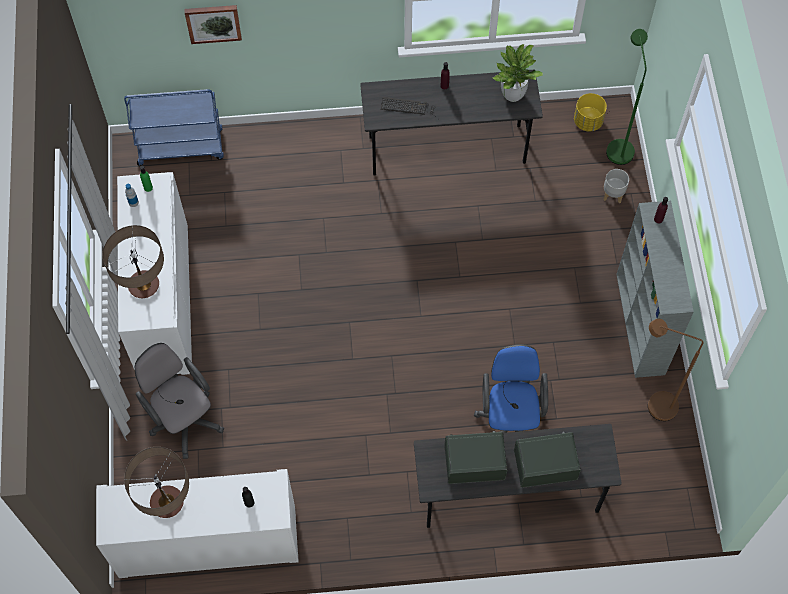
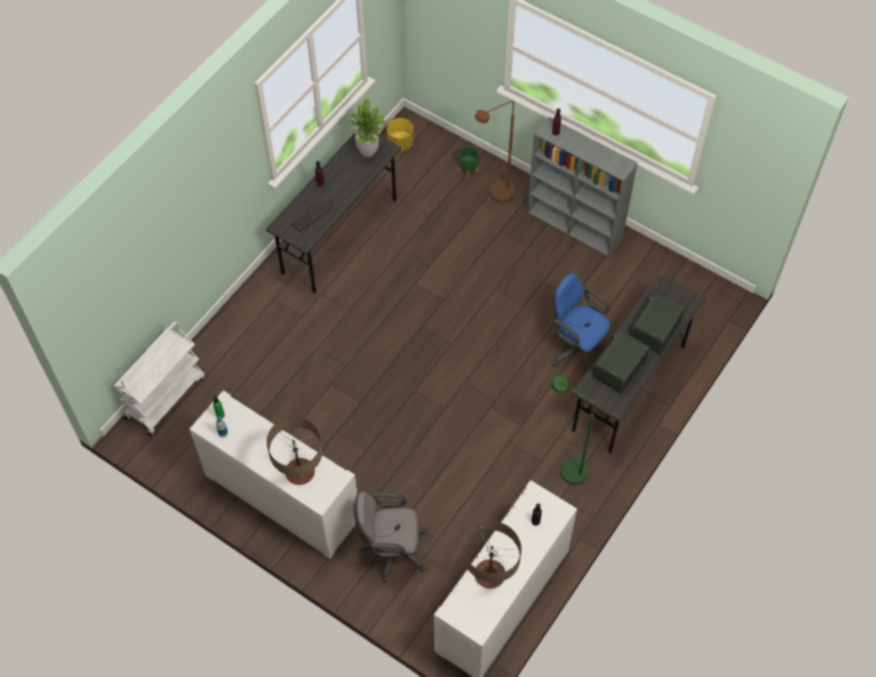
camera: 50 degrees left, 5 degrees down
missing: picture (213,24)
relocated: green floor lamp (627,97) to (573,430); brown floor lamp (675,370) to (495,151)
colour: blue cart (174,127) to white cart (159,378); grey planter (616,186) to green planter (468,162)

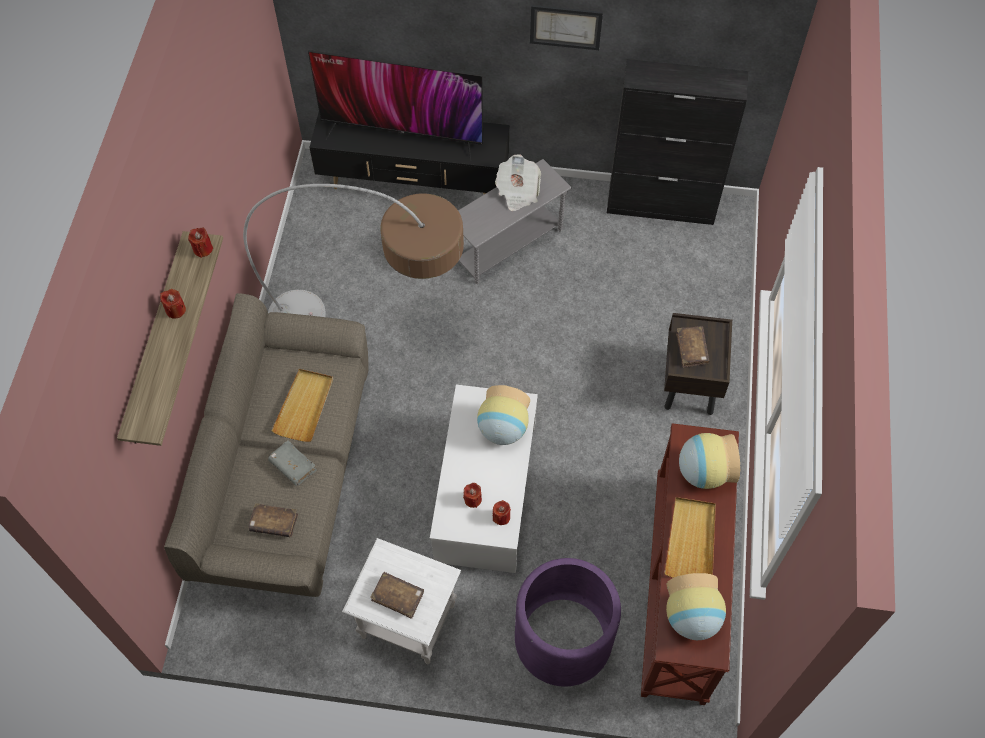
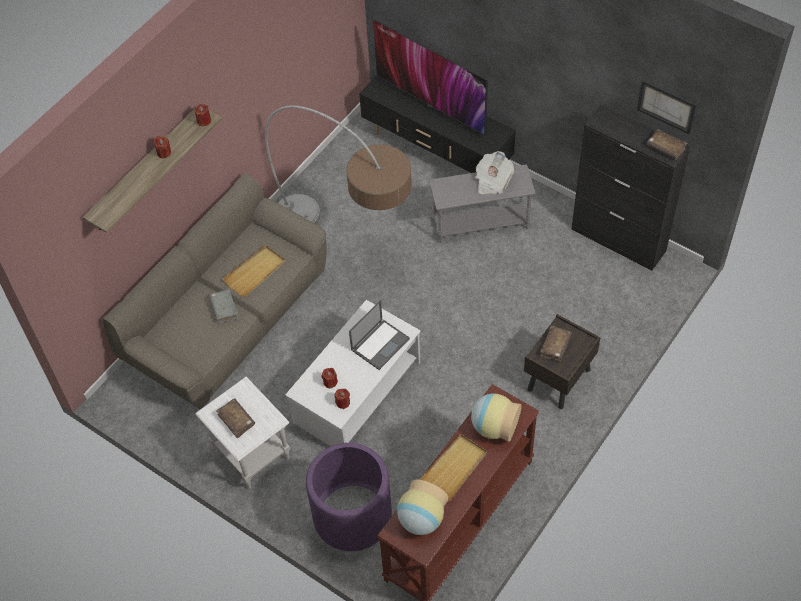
camera: 30 degrees right, 5 degrees down
relocated: brown book (273,520) to (667,144); picture (566,27) to (667,107)
exchanged: vase (503,415) to laptop (379,335)

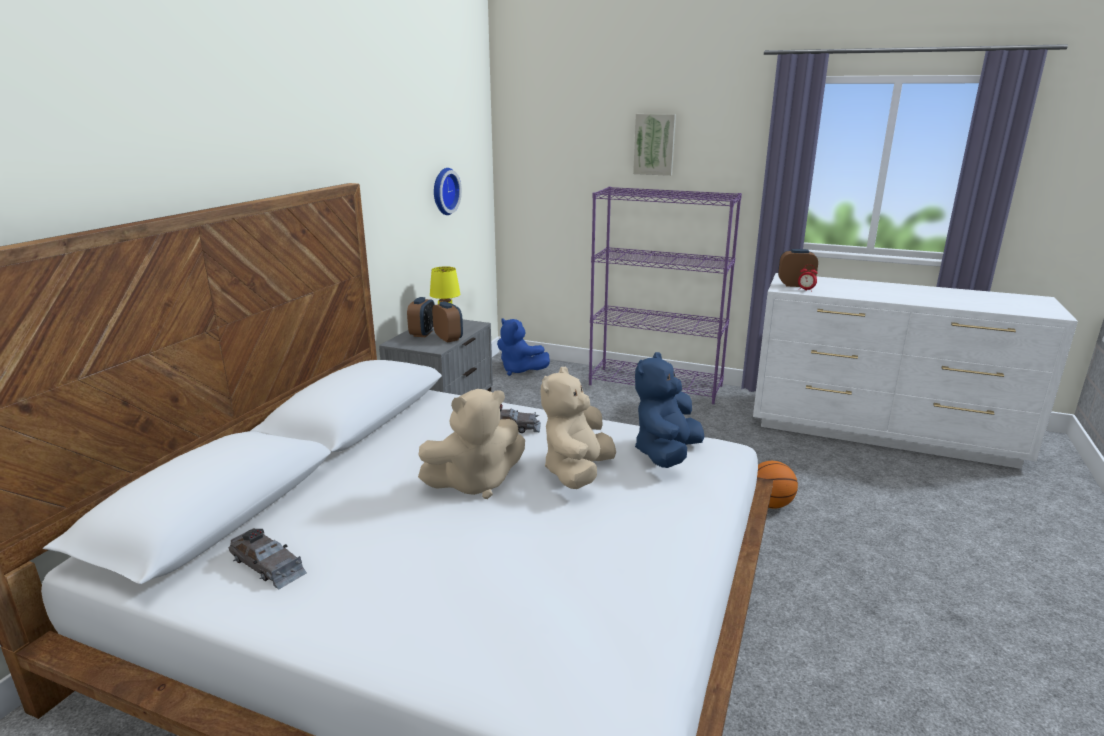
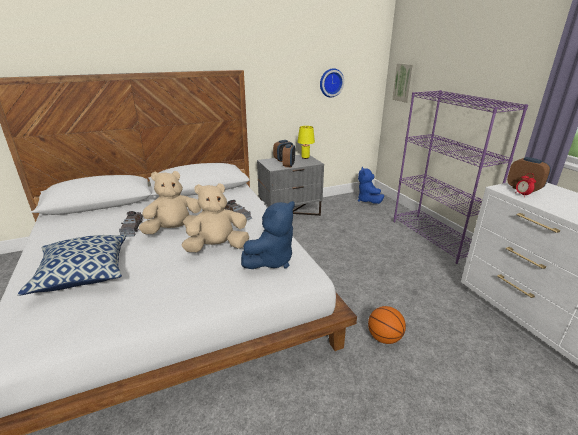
camera: 45 degrees right, 5 degrees up
appeared: pillow (72,265)
relocated: grey toy car (268,559) to (131,224); picture (654,145) to (403,83)
spun: beige plush toy (471,444) = (170,202) 135 degrees clockwise; blue plush toy (669,410) = (268,235) 150 degrees clockwise

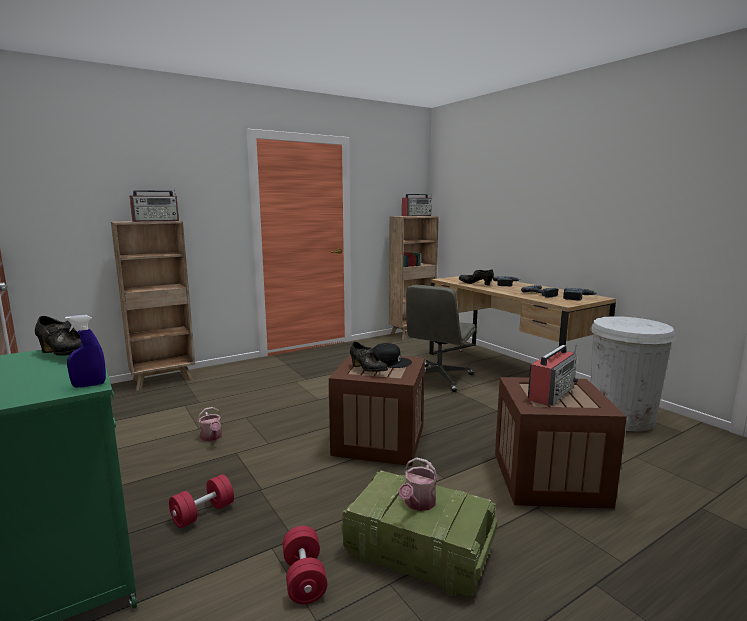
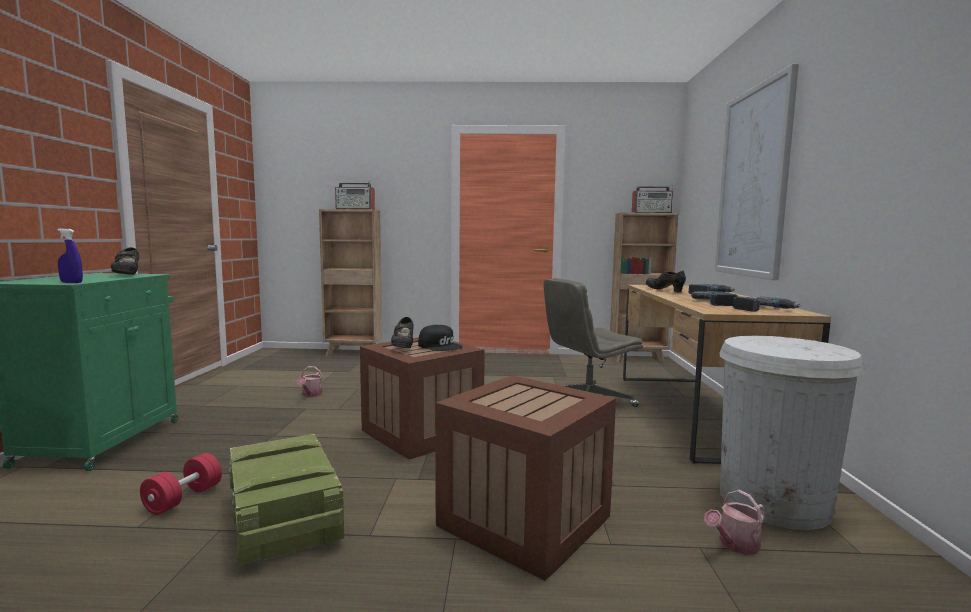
camera: 35 degrees right, 5 degrees down
missing: red dumbbell (201,501); radio (553,375)
appeared: picture (757,172)
relocated: watering can (418,484) to (735,522)

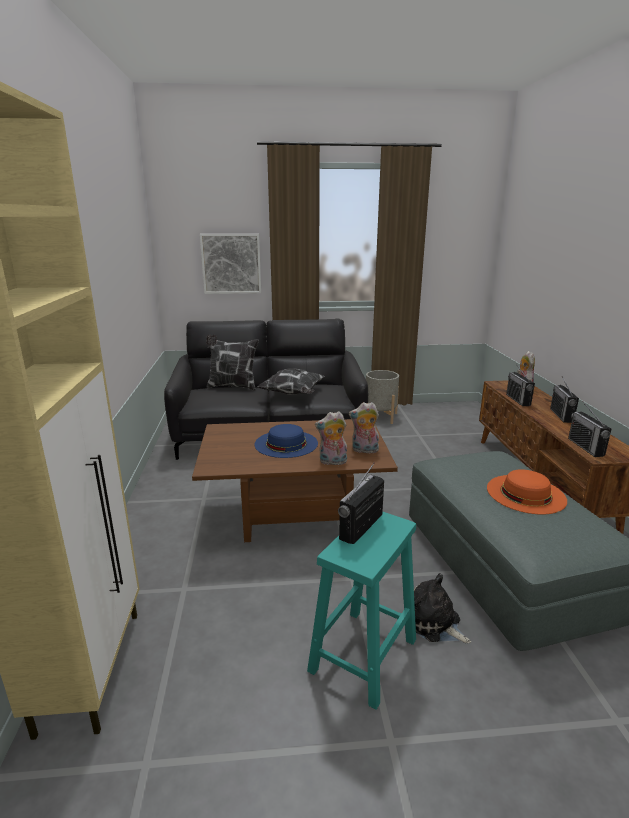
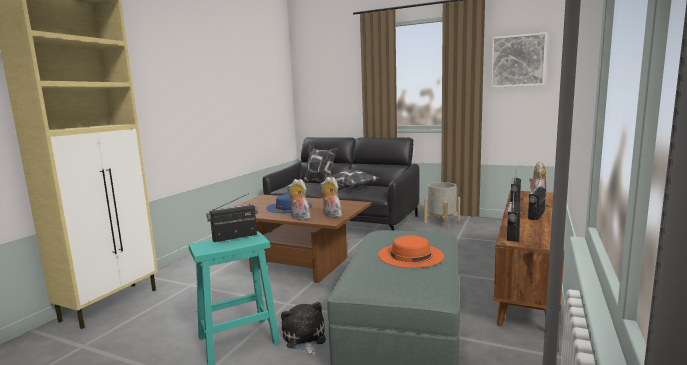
camera: 30 degrees right, 10 degrees down
relocated: picture (230,264) to (519,60)

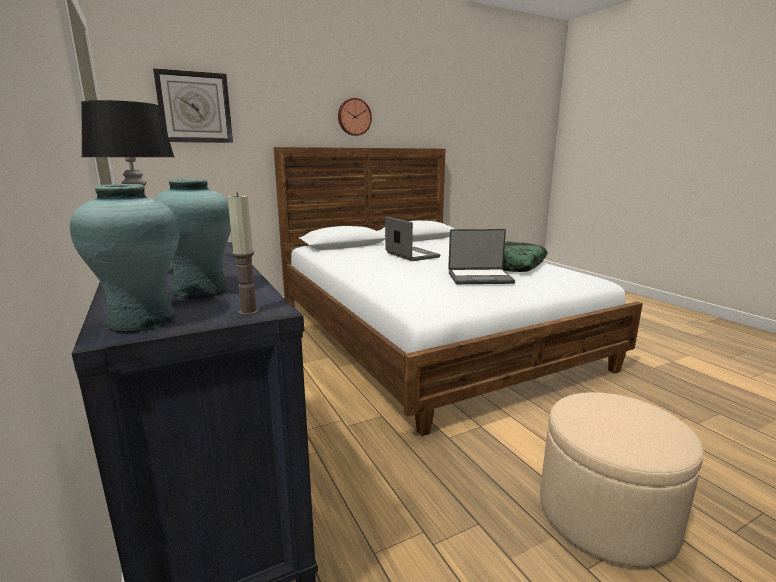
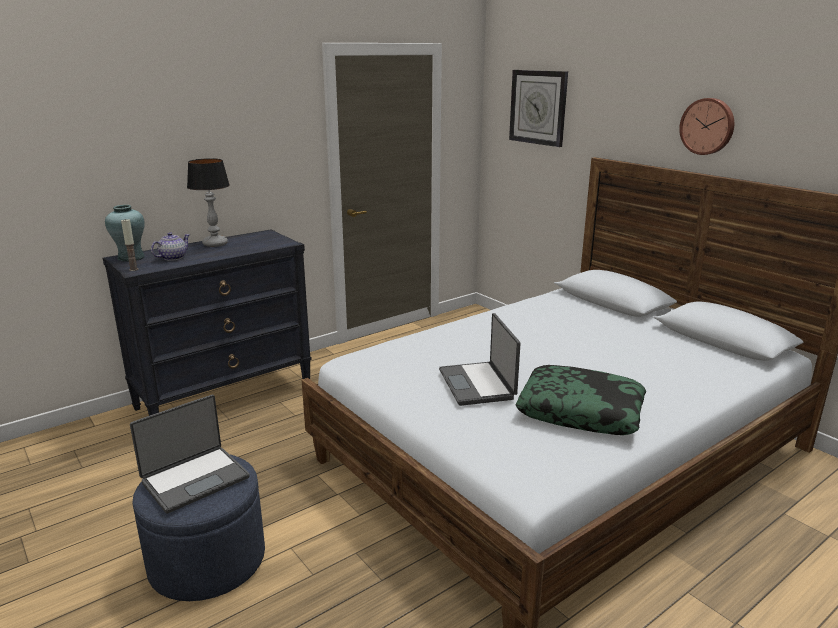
camera: 80 degrees right, 5 degrees up
relocated: laptop (412,239) to (190,454)
exchanged: turquoise vase (192,239) to teapot (170,246)
colour: beige ottoman (622,479) to blue ottoman (198,527)

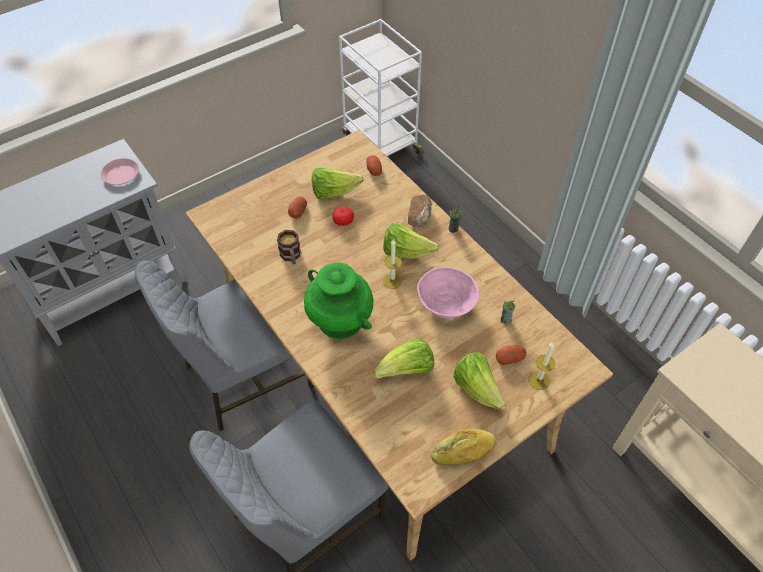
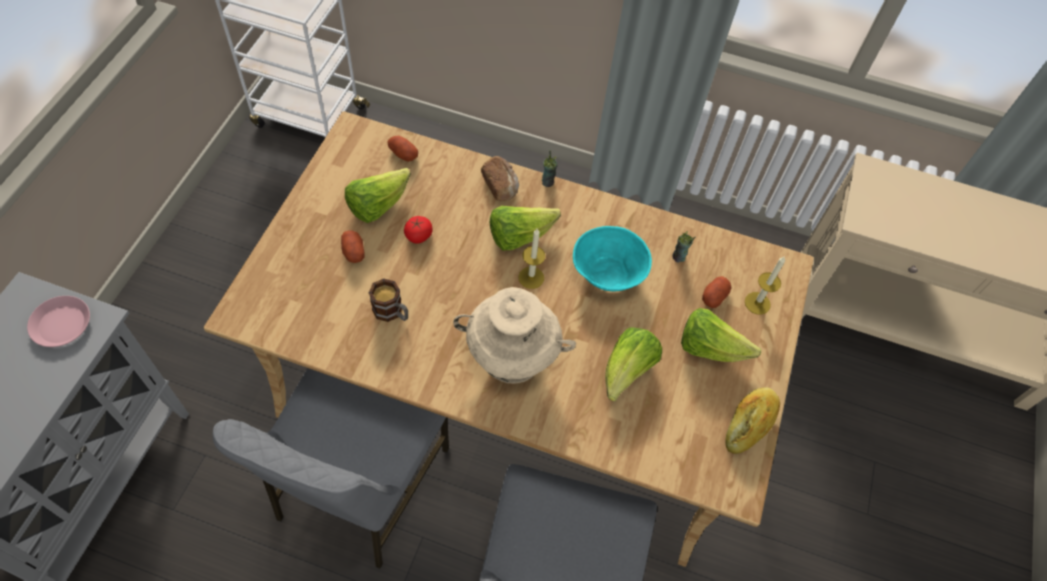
camera: 40 degrees left, 5 degrees up
colour: green vase (338,300) to beige vase (514,335); pink bowl (448,292) to turquoise bowl (612,258)

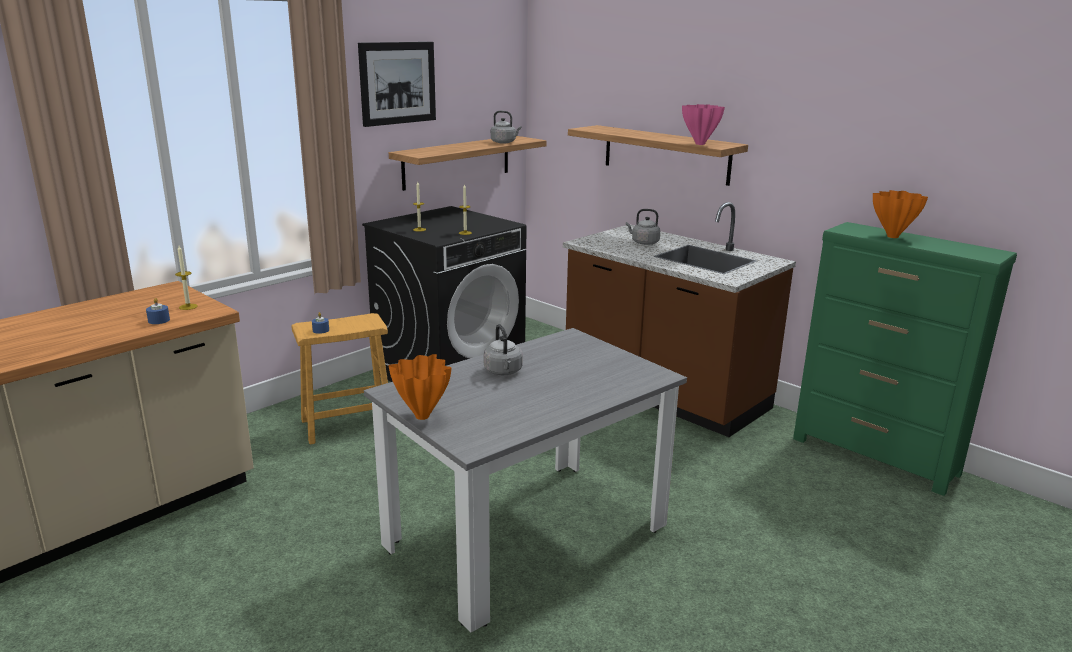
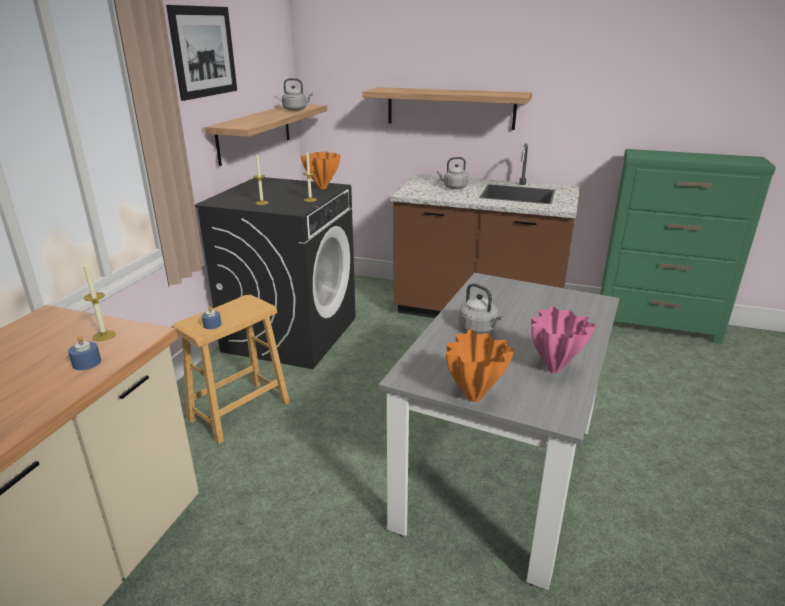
camera: 25 degrees left, 5 degrees up
relocated: pink vase (703,124) to (563,339); orange vase (900,214) to (321,170)

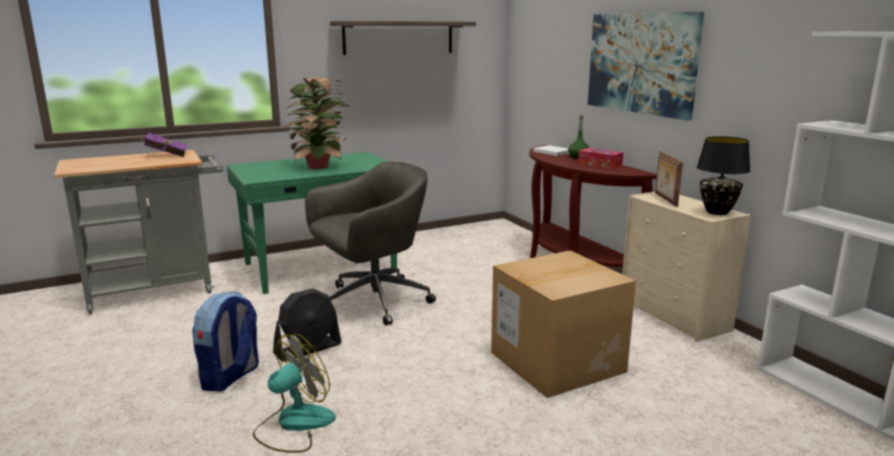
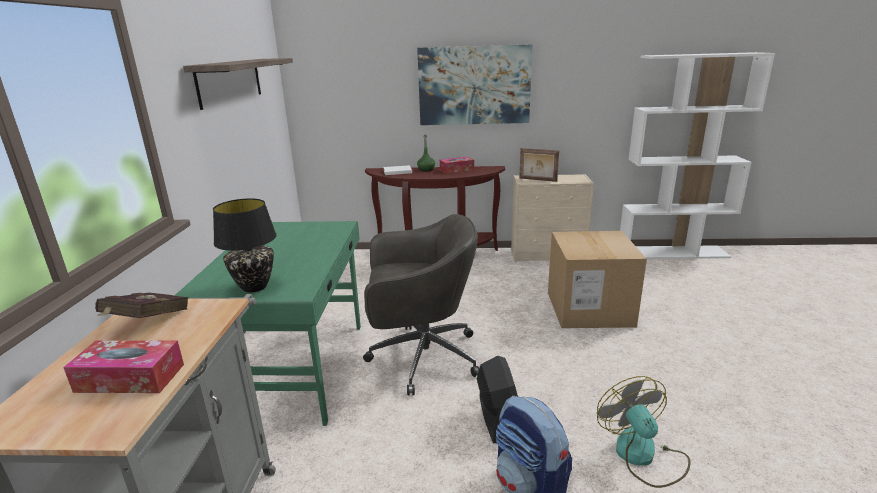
camera: 60 degrees left, 5 degrees up
missing: potted plant (317,123)
appeared: tissue box (123,366)
relocated: black table lamp (723,175) to (245,245)
colour: purple book (163,145) to red book (141,305)
spun: grey office chair (370,243) = (421,304) 90 degrees clockwise

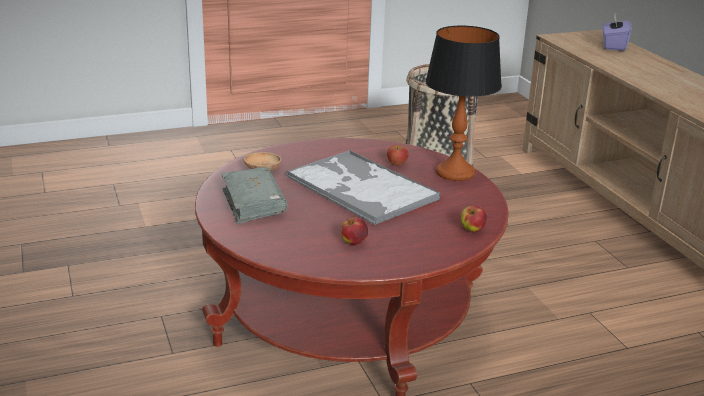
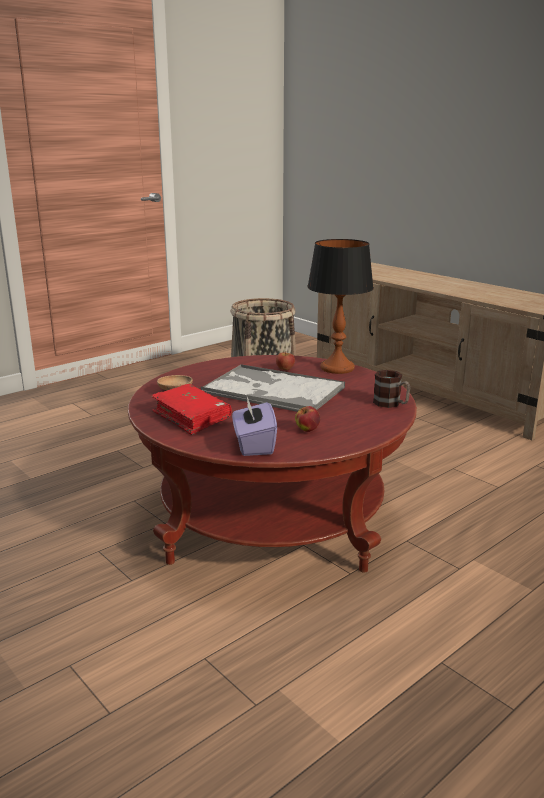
camera: 20 degrees left, 5 degrees down
relocated: purple tissue box (616,32) to (254,426)
exchanged: apple (473,218) to mug (391,389)
colour: grey book (254,195) to red book (191,409)

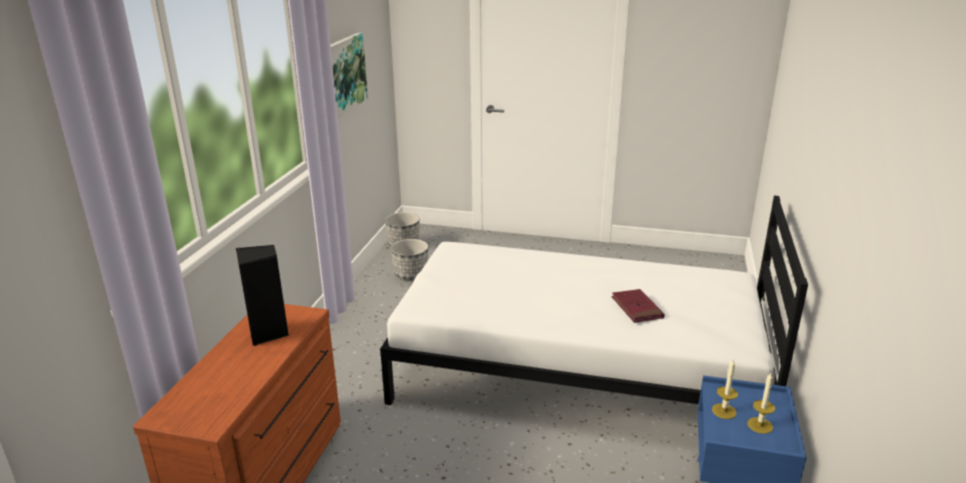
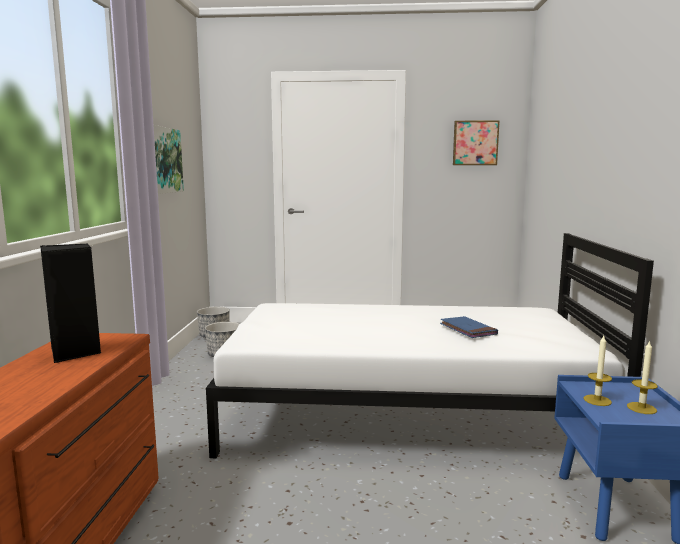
camera: 10 degrees left, 15 degrees down
appeared: picture (476,142)
colour: red book (638,306) to blue book (469,327)

